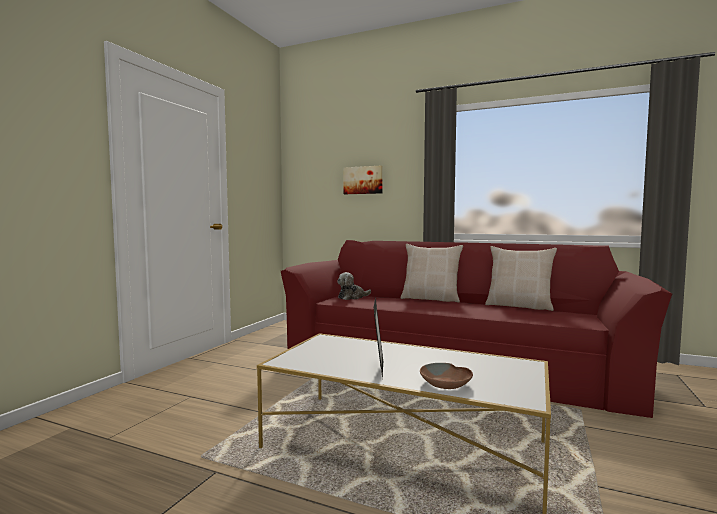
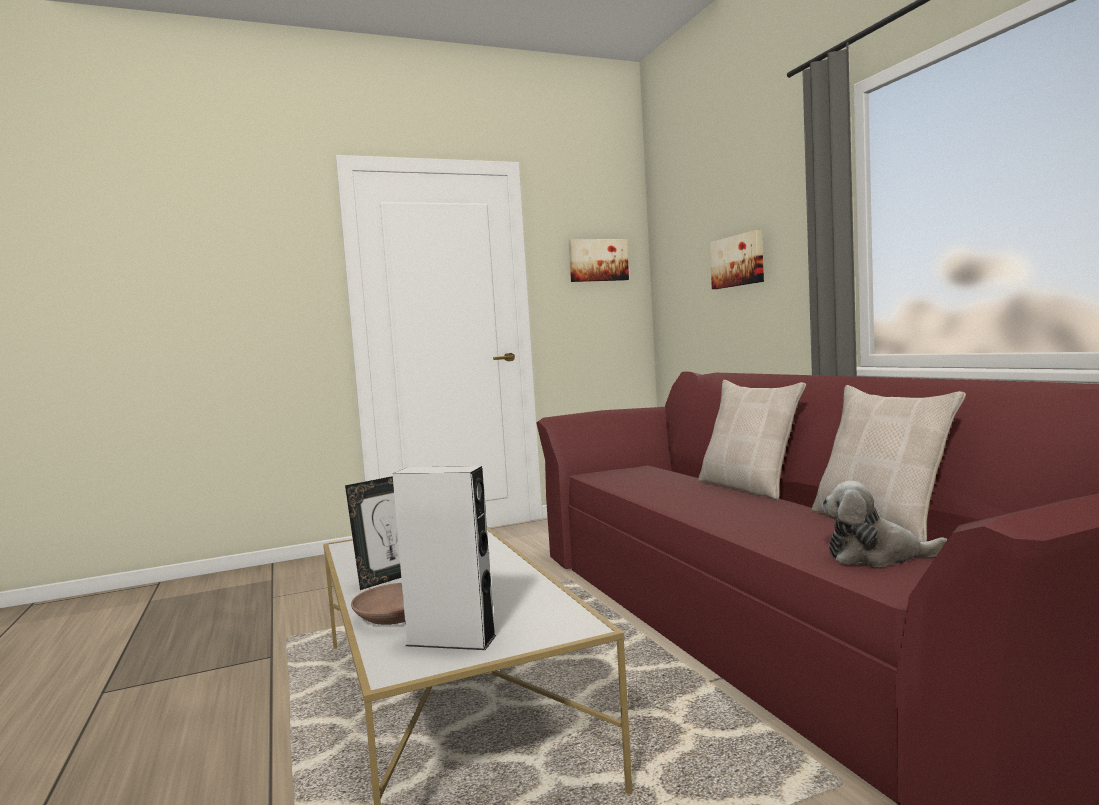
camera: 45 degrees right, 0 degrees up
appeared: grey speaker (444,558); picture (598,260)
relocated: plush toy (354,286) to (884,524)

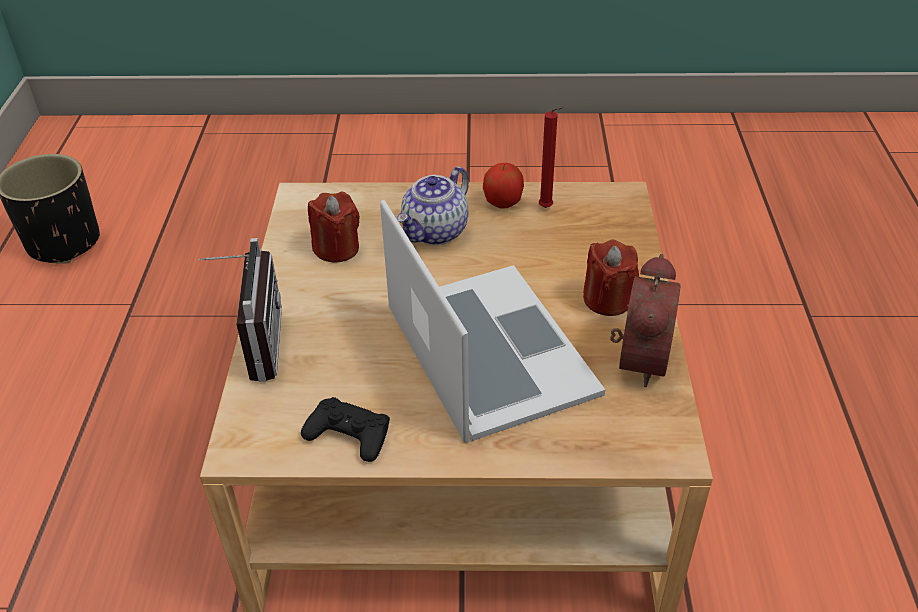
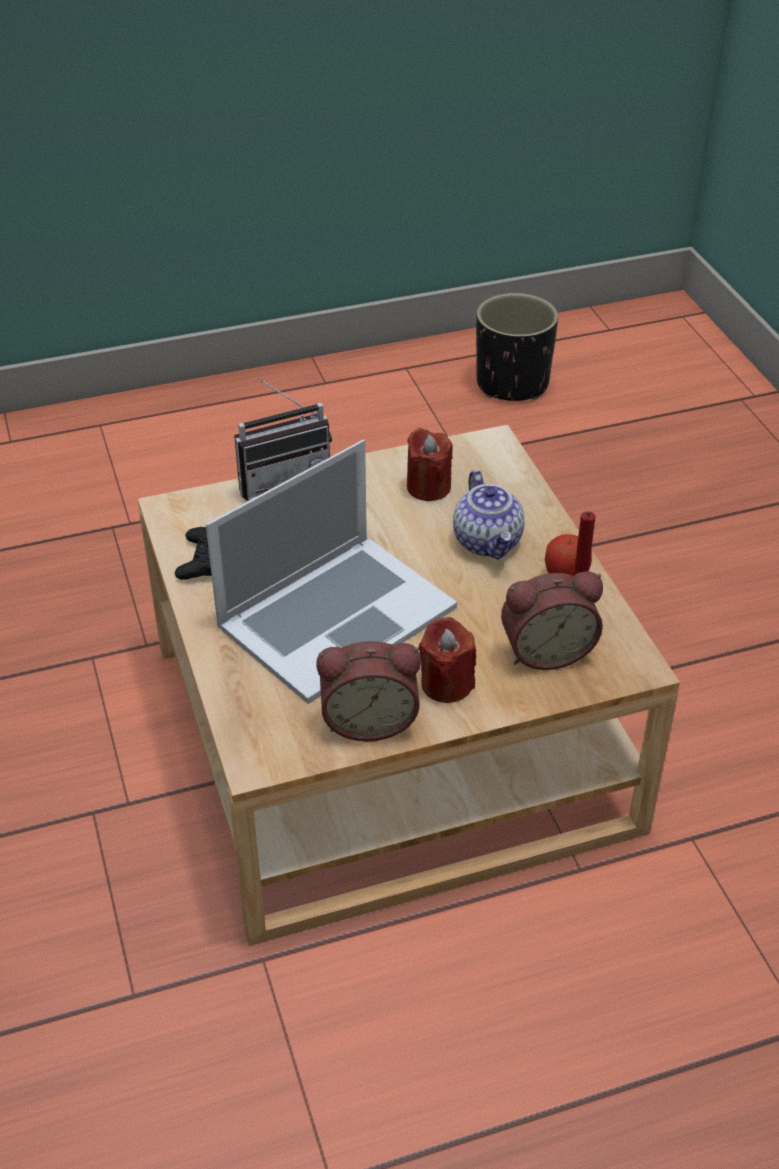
camera: 70 degrees right, 0 degrees up
appeared: alarm clock (552,620)
spun: teapot (433,205) = (489,515) 120 degrees counterclockwise

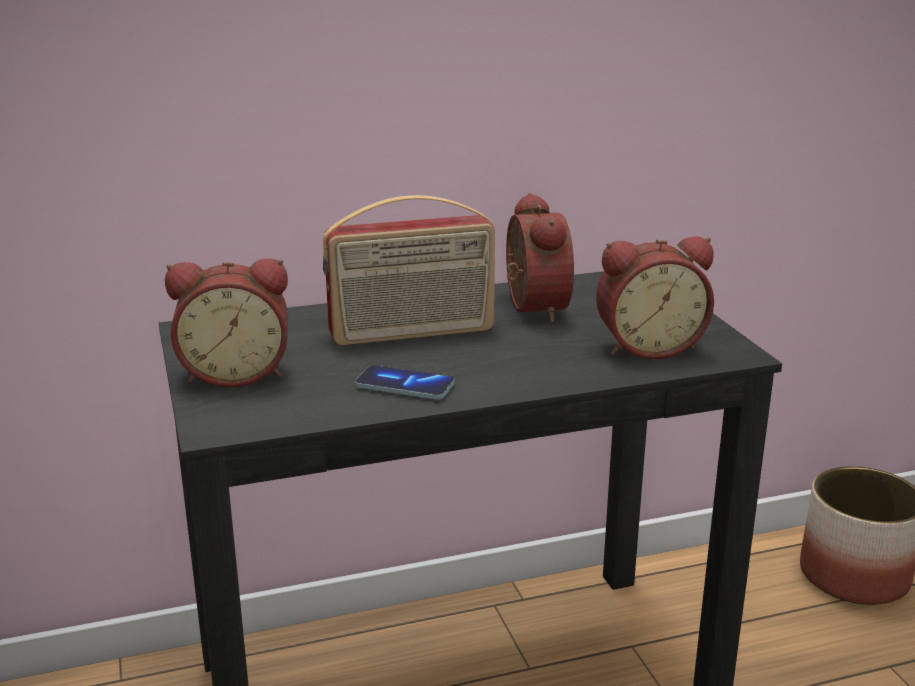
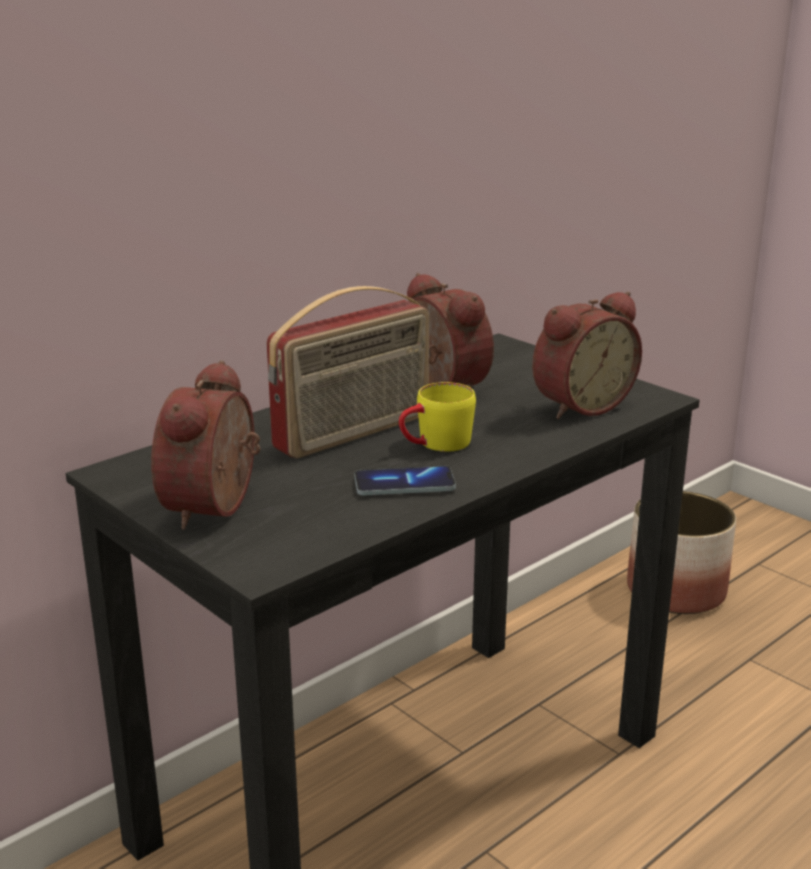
camera: 25 degrees left, 0 degrees up
appeared: yellow mug (437,417)
spun: alarm clock (226,322) = (205,445) 135 degrees clockwise

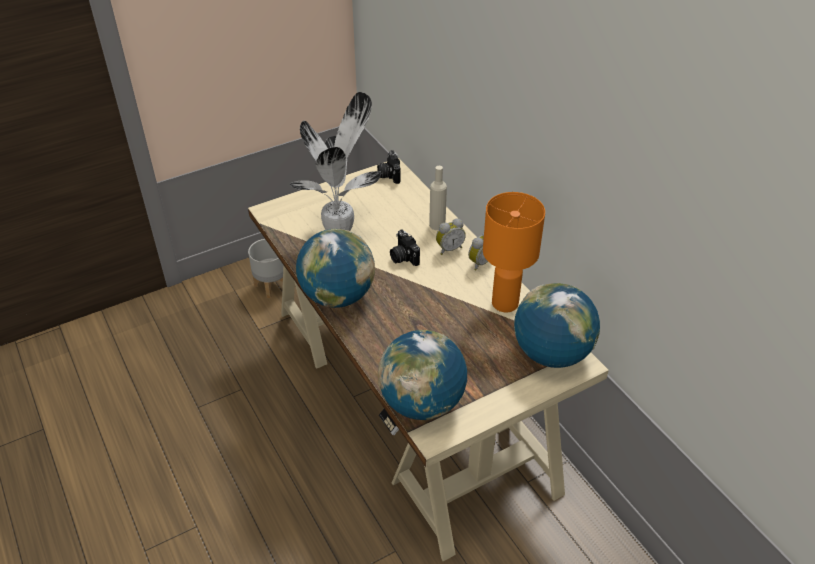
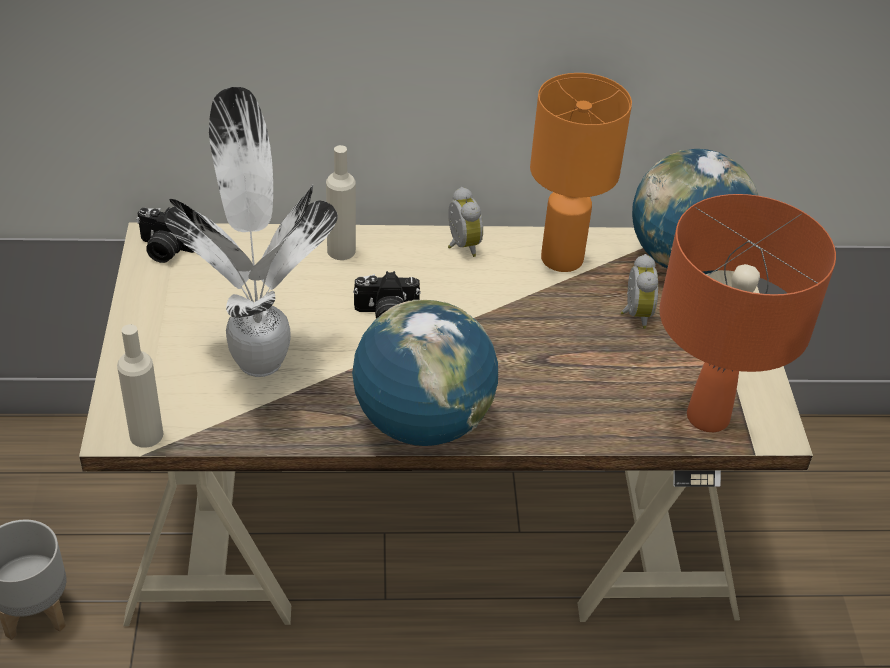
camera: 65 degrees left, 0 degrees up
appeared: beige bottle (140,386)
relocated: alarm clock (451,236) to (639,291)
exchanged: globe (422,375) to orange table lamp (747,313)

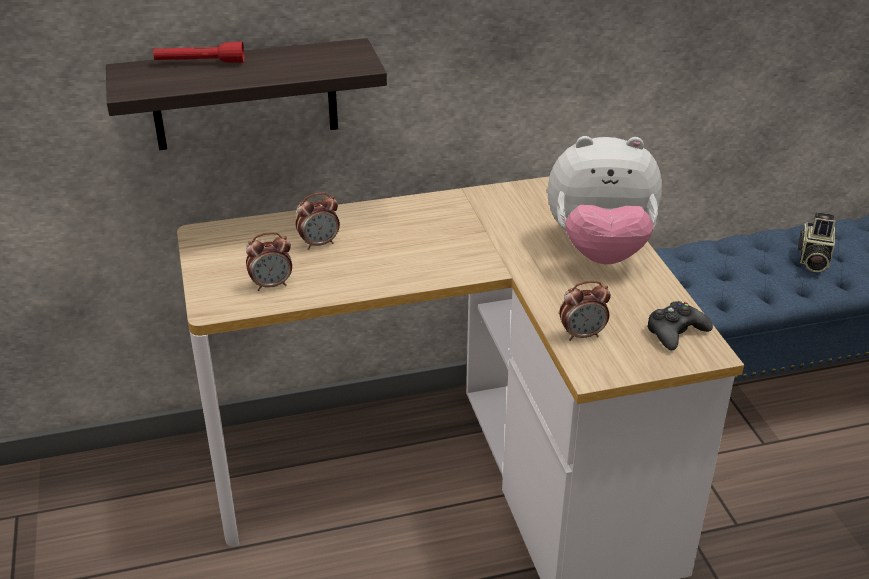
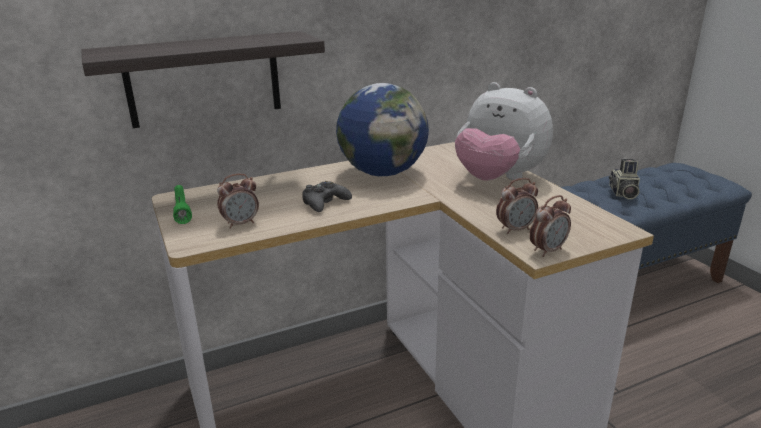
camera: 10 degrees left, 10 degrees down
missing: red flashlight (199,52)
appeared: green flashlight (182,204); globe (382,129)
relocated: alarm clock (318,221) to (550,226); black game controller (680,325) to (327,196)
spun: plush toy (604,200) = (504,131) 45 degrees clockwise

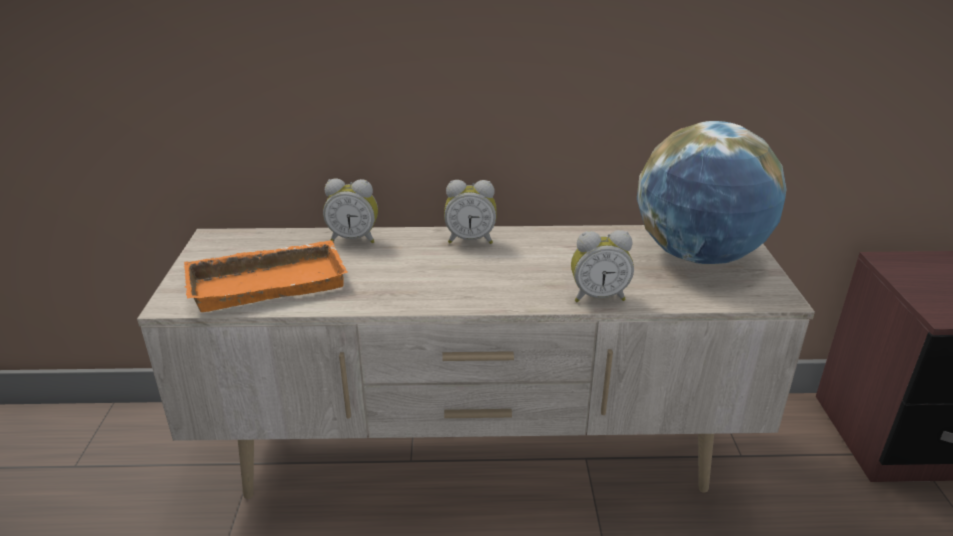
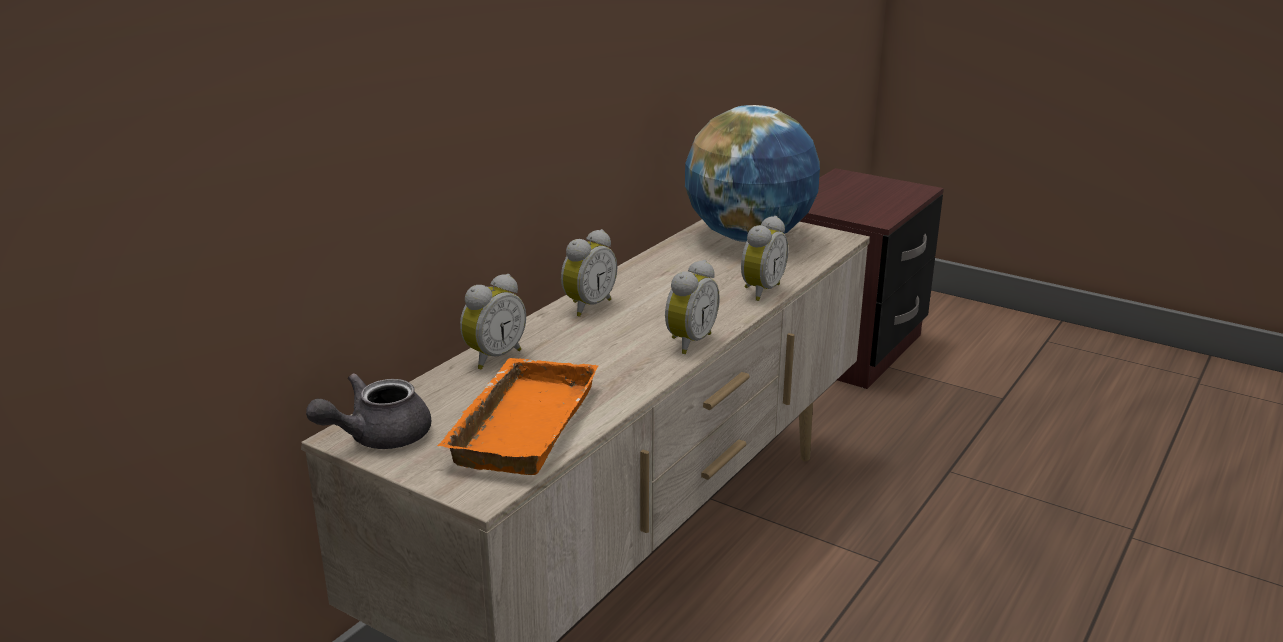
camera: 55 degrees left, 5 degrees down
appeared: grey teapot (368,411); alarm clock (692,307)

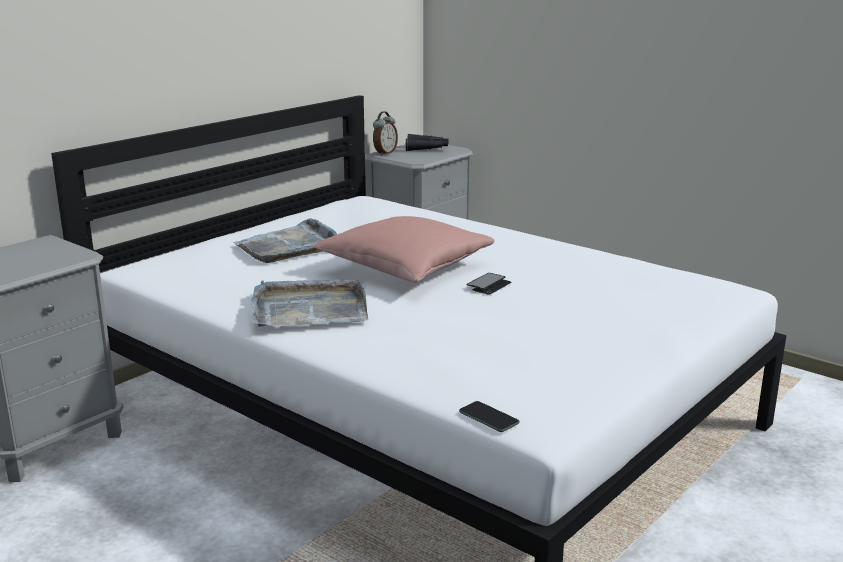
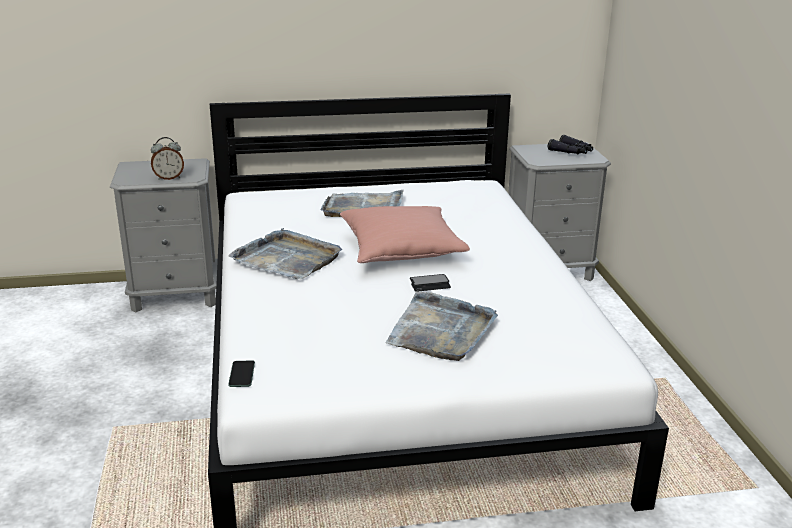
camera: 40 degrees right, 5 degrees up
appeared: grey tray (441,326)
relocated: alarm clock (385,133) to (167,158)

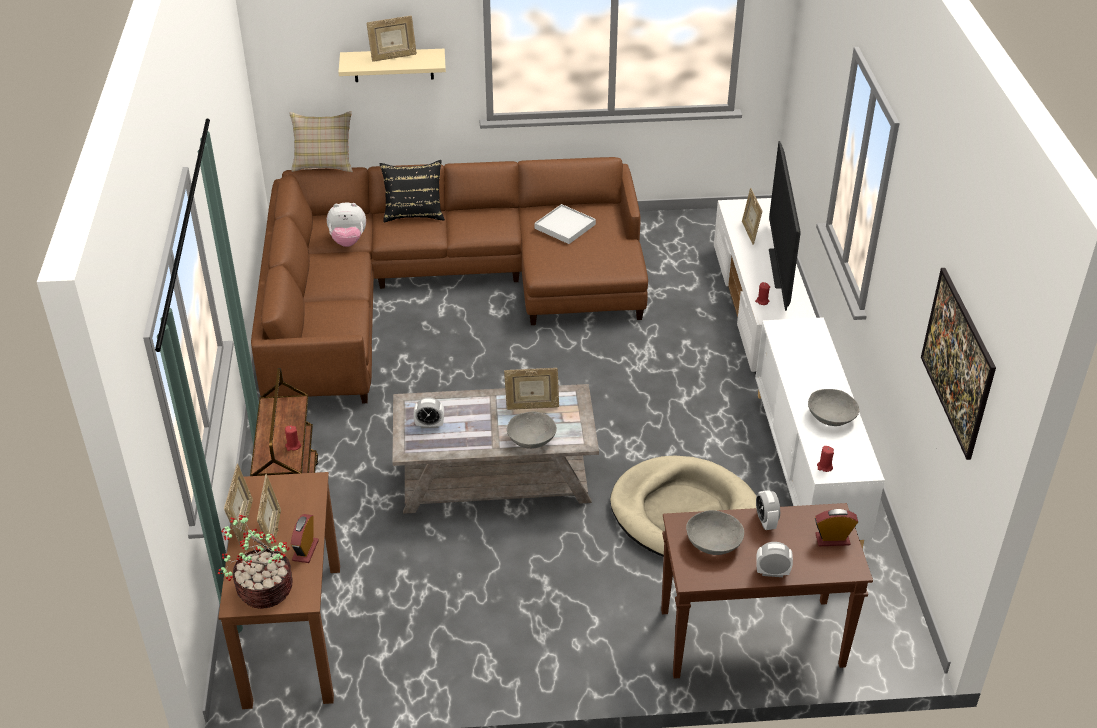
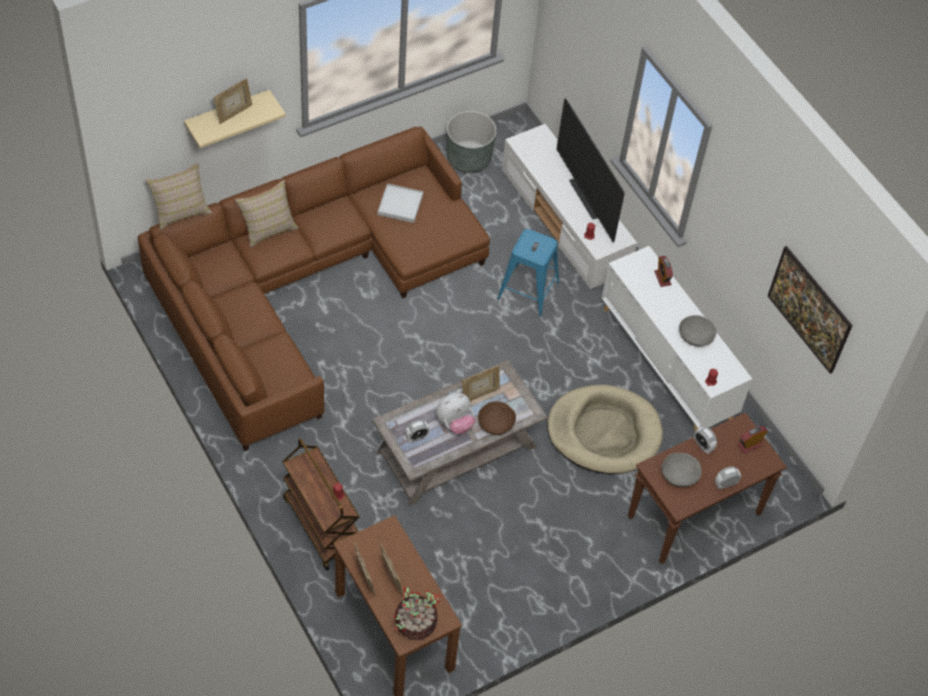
camera: 30 degrees left, 15 degrees up
missing: picture frame (752,216)
appeared: grey planter (472,142); blue stool (528,272)
relocated: alarm clock (305,538) to (663,271); plush toy (346,225) to (455,413)
colour: black pillow (412,191) to beige pillow (267,213); grey bowl (532,430) to brown bowl (497,418)

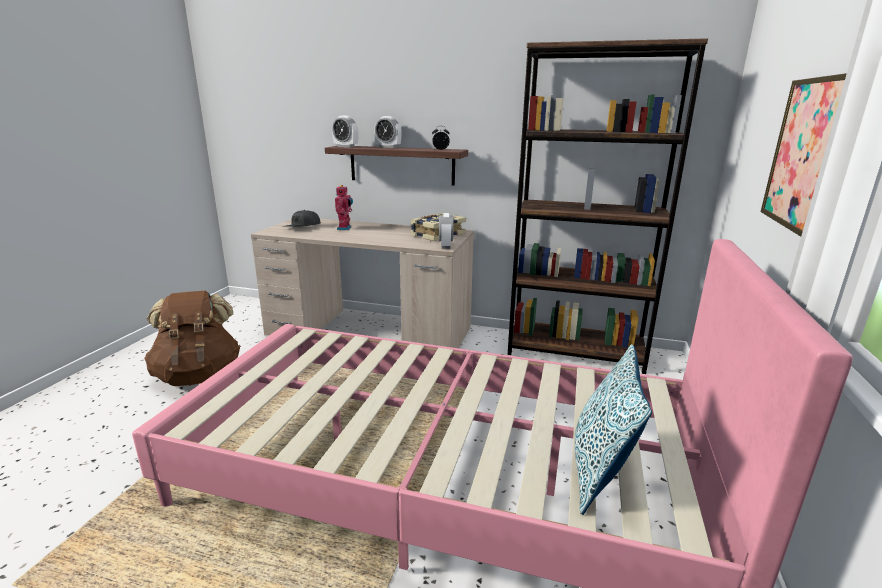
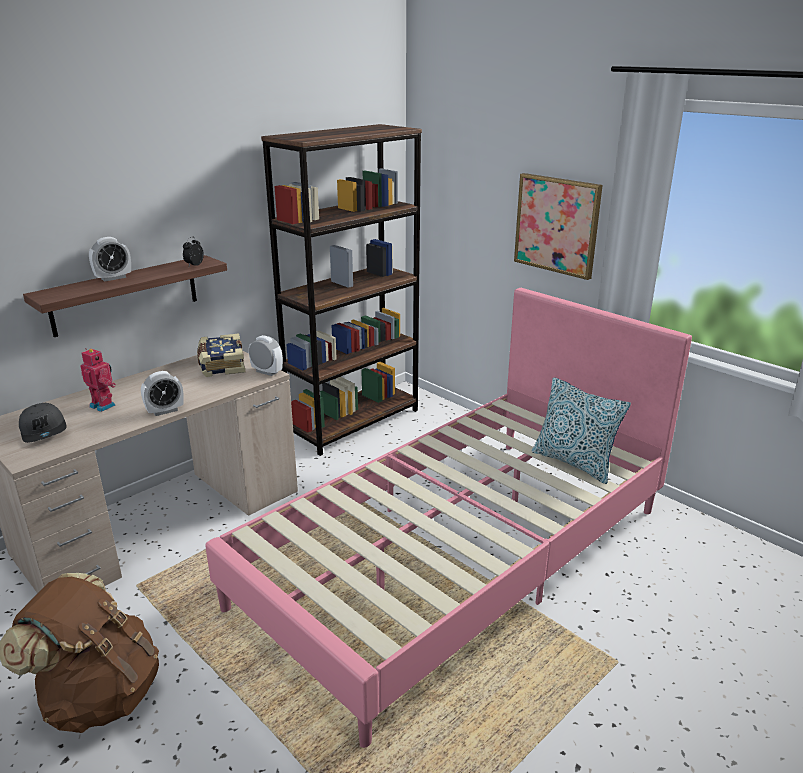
camera: 60 degrees left, 5 degrees up
relocated: alarm clock (345,132) to (162,393)

